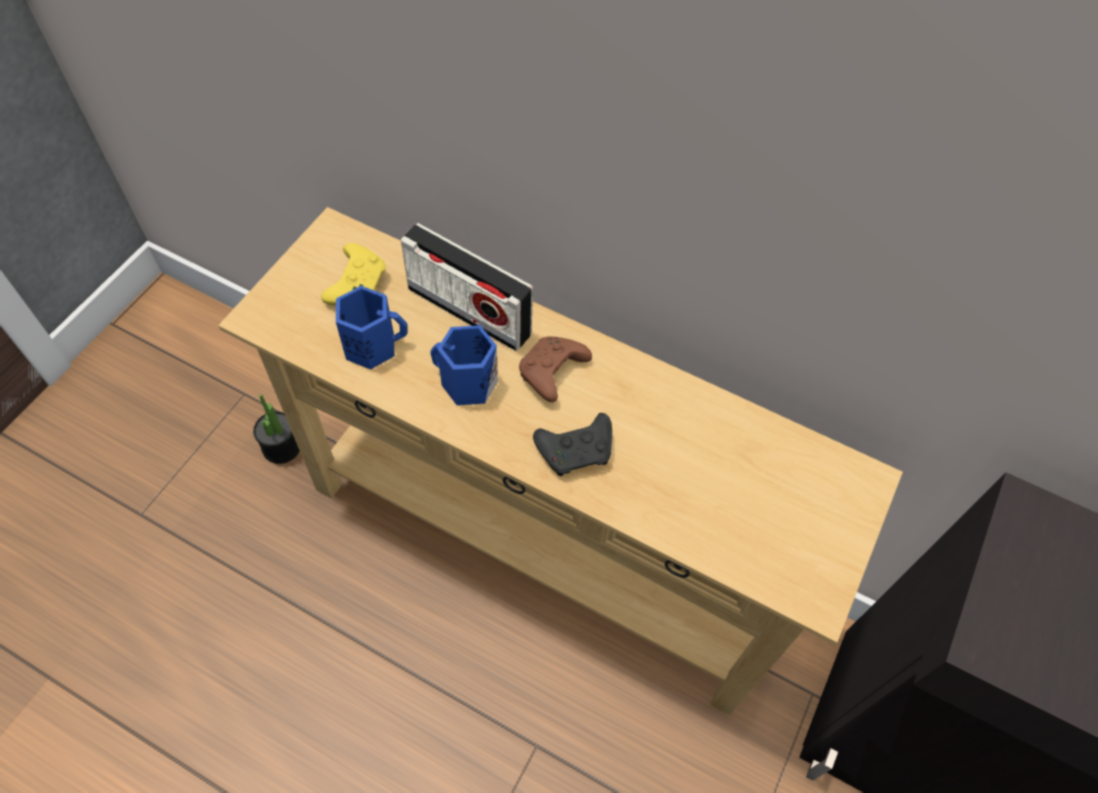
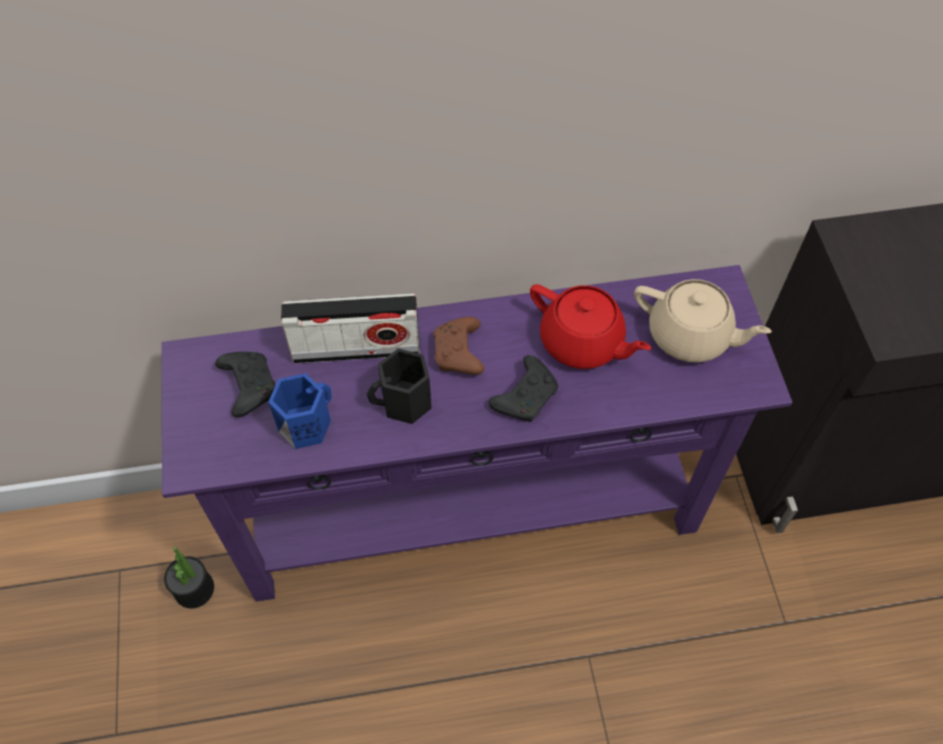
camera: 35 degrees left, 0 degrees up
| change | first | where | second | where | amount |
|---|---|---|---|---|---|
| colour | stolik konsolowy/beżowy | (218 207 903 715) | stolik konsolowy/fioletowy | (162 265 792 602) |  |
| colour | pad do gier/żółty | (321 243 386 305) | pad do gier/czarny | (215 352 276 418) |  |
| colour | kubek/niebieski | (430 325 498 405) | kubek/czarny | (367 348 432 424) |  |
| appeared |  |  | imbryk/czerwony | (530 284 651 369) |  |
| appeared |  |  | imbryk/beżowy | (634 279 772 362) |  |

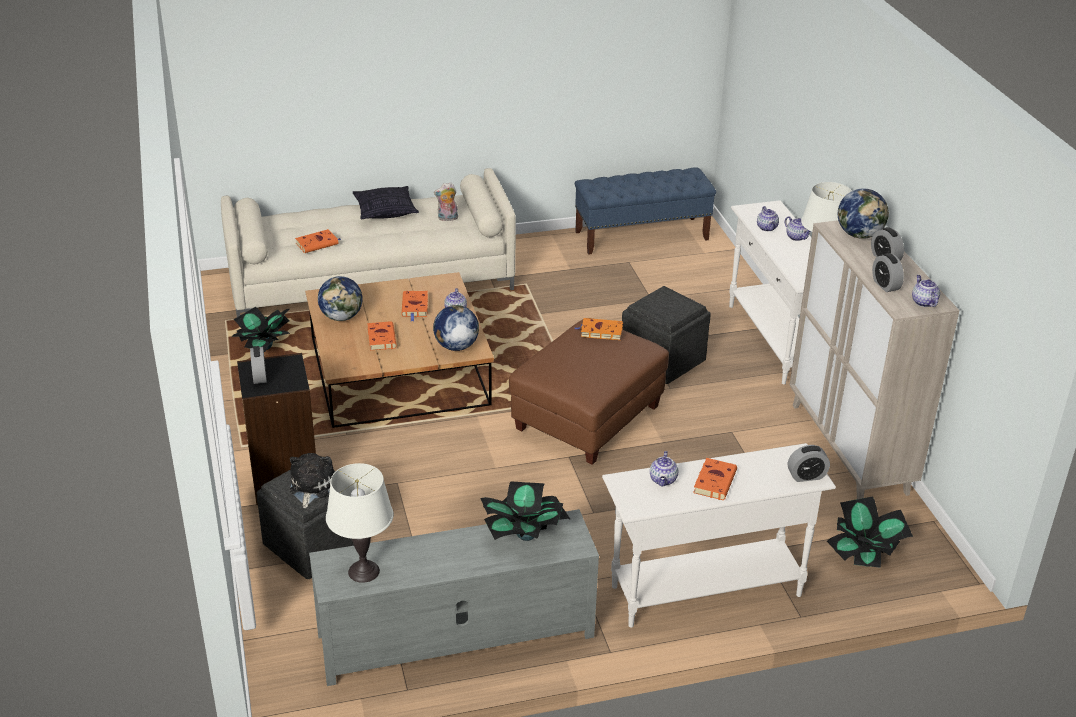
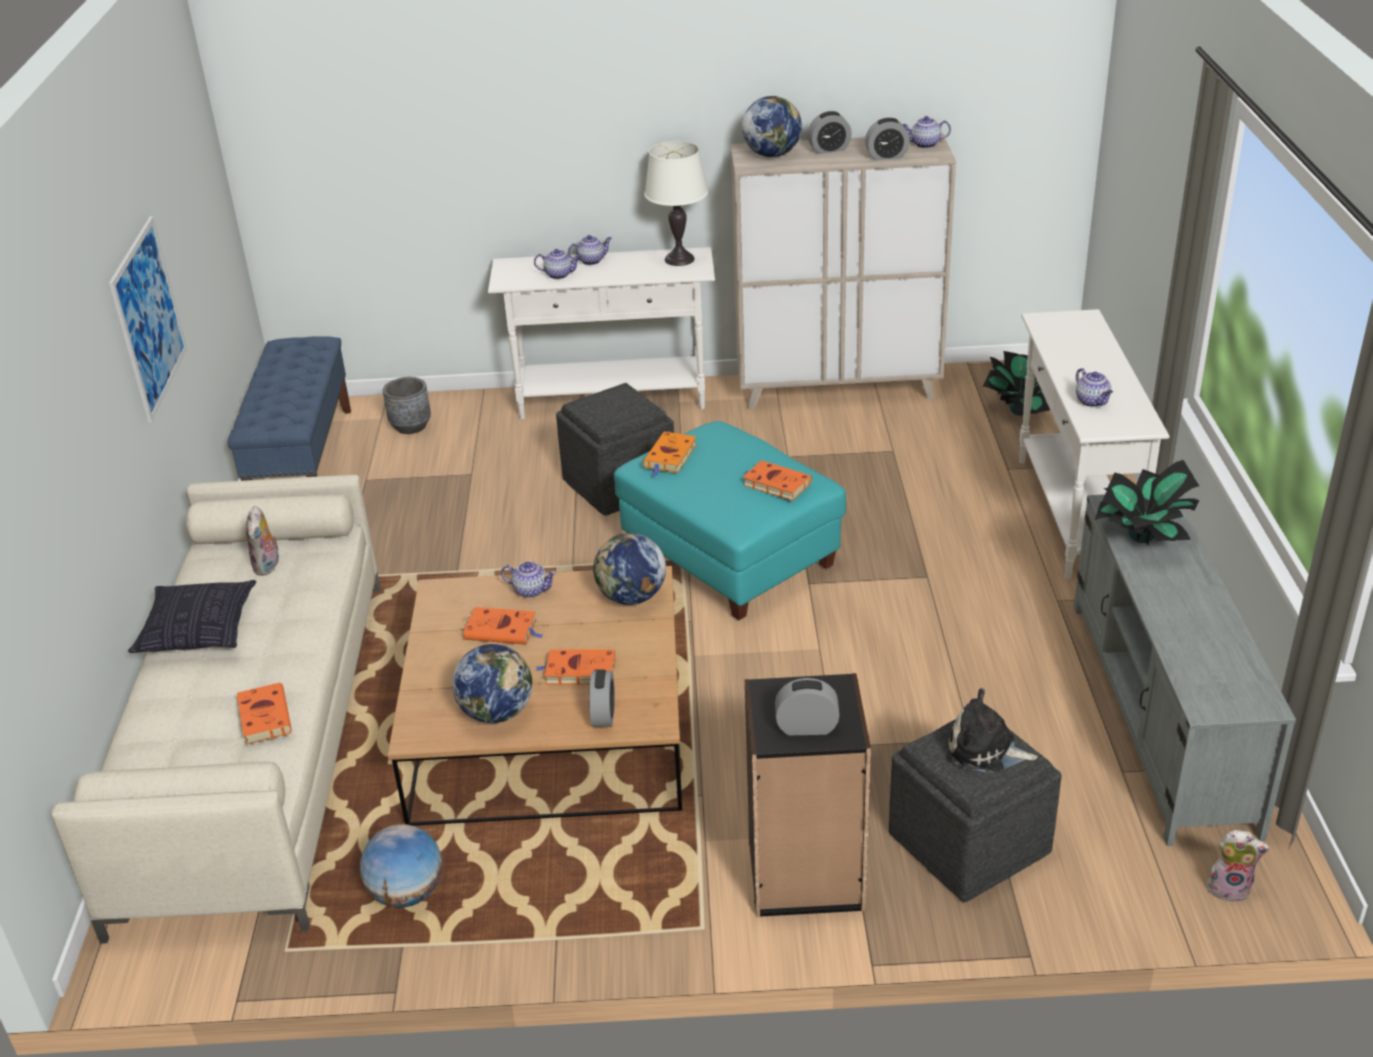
camera: 75 degrees left, 0 degrees up
| change | first | where | second | where | amount |
|---|---|---|---|---|---|
| exchanged | roślina doniczkowa | (232 307 290 352) | globus | (360 824 442 907) |  |
| missing | lampa stołowa/biały | (326 463 394 583) |  |  |  |
| colour | pufa/brązowy | (509 318 669 465) | pufa/turkusowy | (614 421 846 620) |  |
| spun | imbryk | (650 451 678 487) |  | (1076 368 1113 407) | 45 degrees clockwise |
| relocated | książka/pomarańczowy | (693 458 737 500) |  | (743 460 812 501) |  |
| relocated | budzik | (788 445 830 482) |  | (589 669 615 727) |  |
| appeared |  |  | obraz | (109 216 187 423) |  |
| appeared |  |  | donica/szary | (383 377 431 434) |  |
| appeared |  |  | pluszak | (1207 830 1270 902) |  |

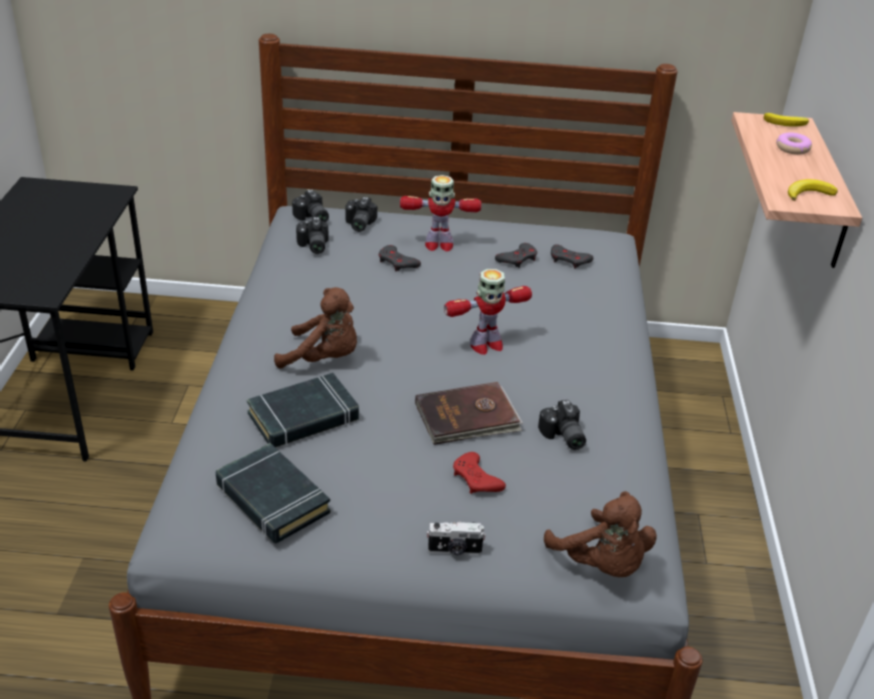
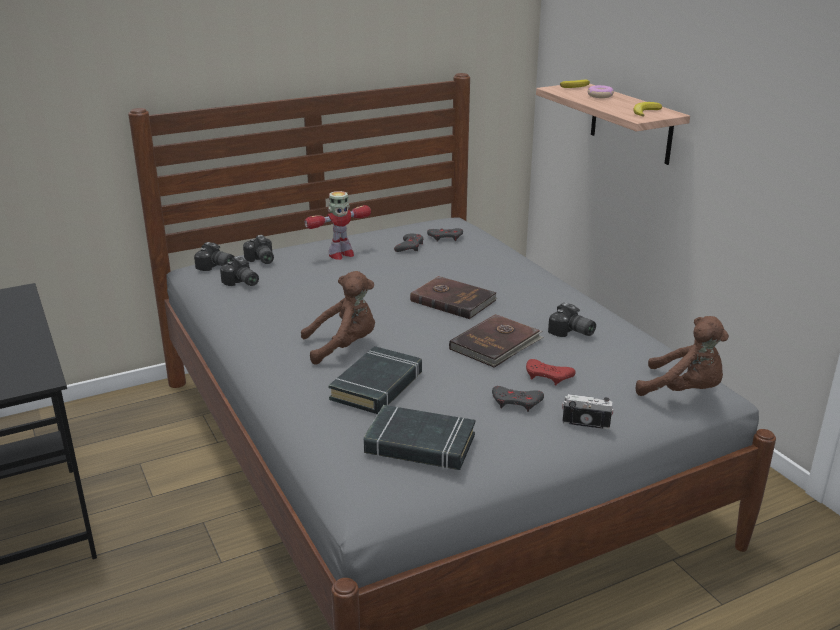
camera: 30 degrees left, 10 degrees down
| change | first | where | second | where | amount |
|---|---|---|---|---|---|
| relocated | pad do gier/szary | (379 245 421 271) |  | (492 386 544 412) |  |
| spun | aparat fotograficzny | (427 522 486 555) |  | (562 394 614 429) | 135 degrees counterclockwise |
| exchanged | robot zabawkowy | (444 269 532 355) | książka/brązowy | (410 276 497 319) |  |

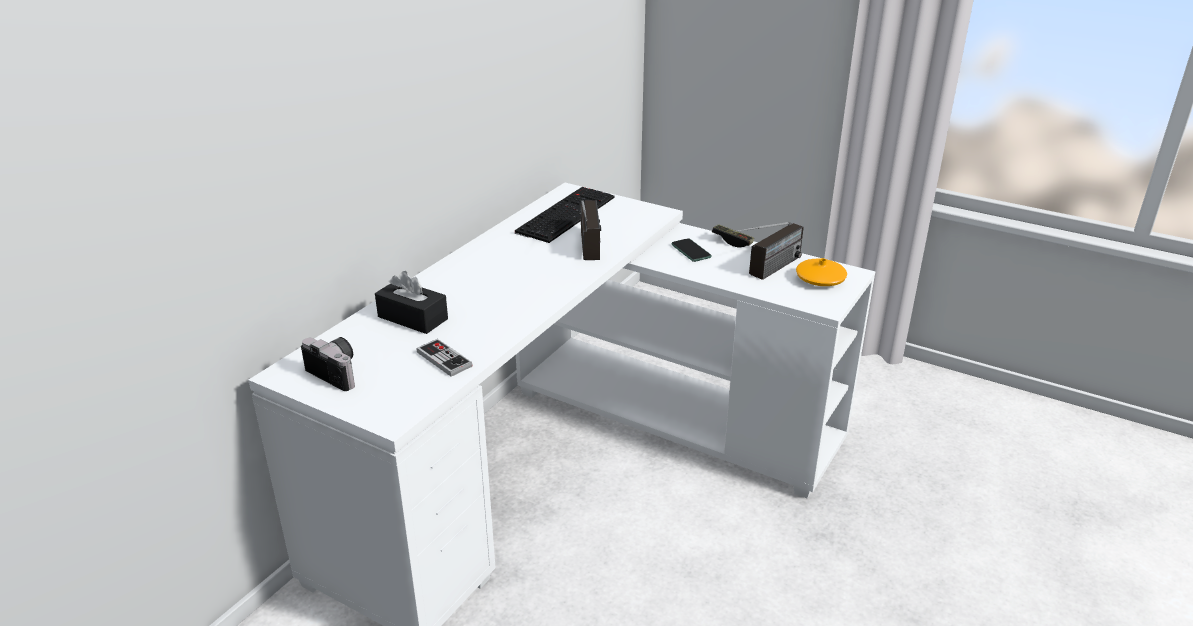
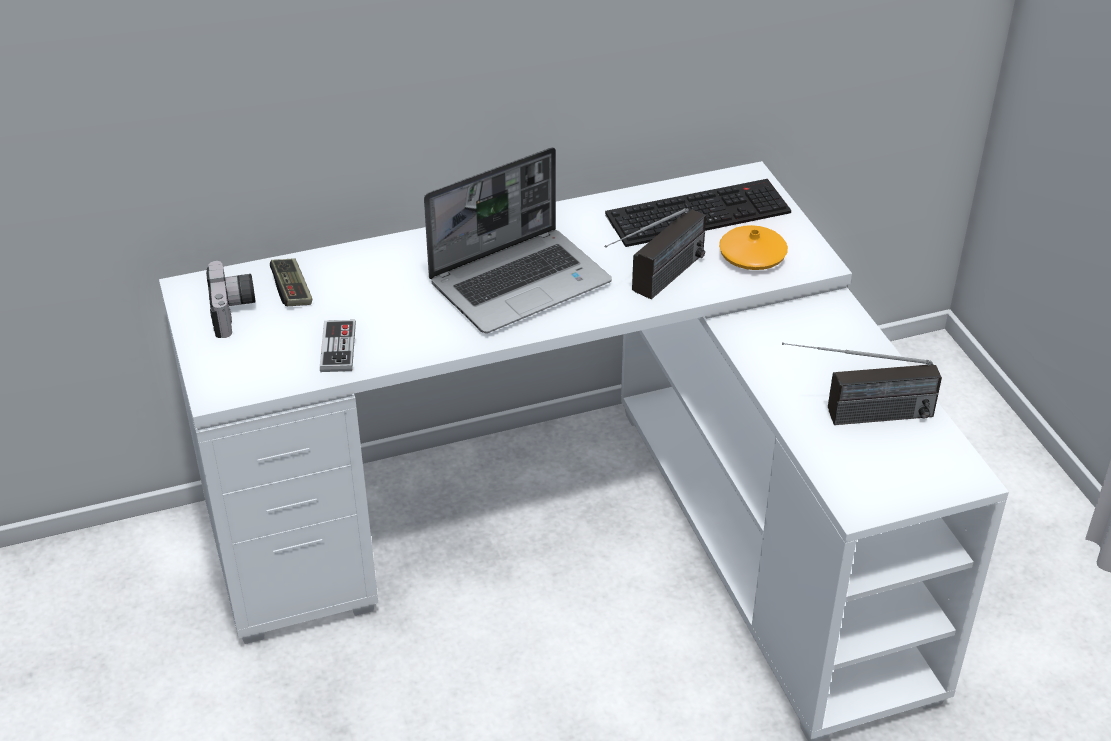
camera: 40 degrees right, 10 degrees up
| change | first | where | second | where | amount |
|---|---|---|---|---|---|
| missing | pudełko chusteczek/czarny | (375 271 448 334) |  |  |  |
| missing | telefon | (671 238 712 262) |  |  |  |
| relocated | pad do gier | (712 224 754 248) |  | (270 258 312 306) |  |
| relocated | wazon/pomarańczowy | (796 258 847 286) |  | (719 225 788 270) |  |
| appeared |  |  | laptop | (424 147 612 333) |  |

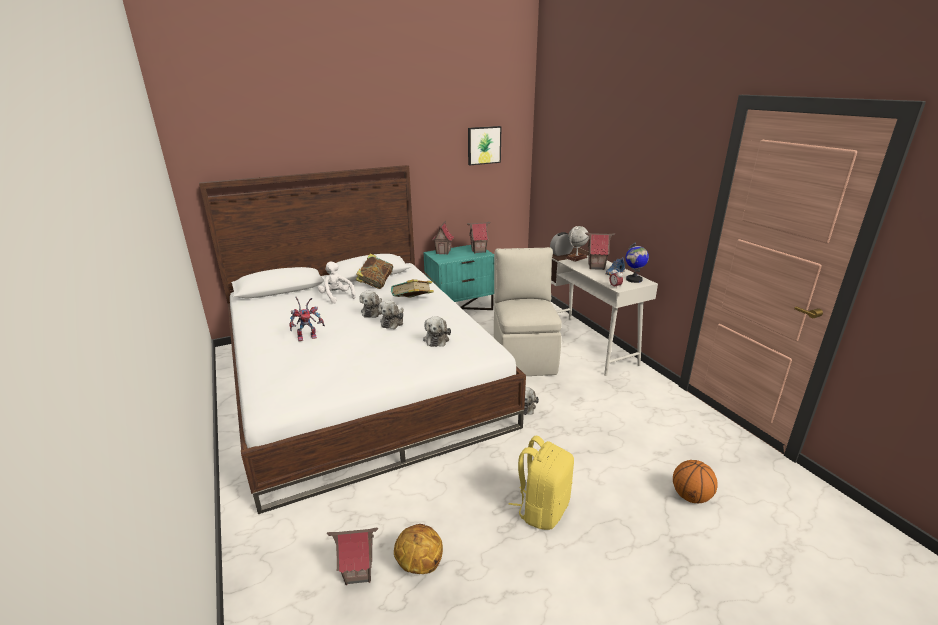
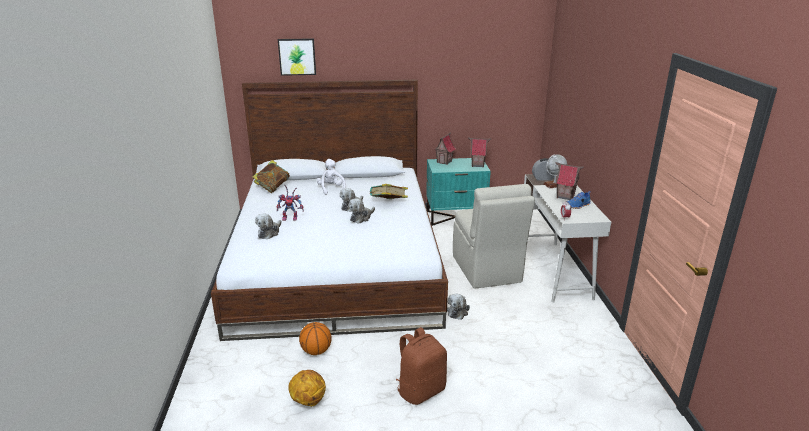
camera: 20 degrees right, 0 degrees up
| change | first | where | second | where | amount |
|---|---|---|---|---|---|
| missing | domek | (327 528 378 585) |  |  |  |
| relocated | książka | (356 253 393 289) |  | (253 160 290 193) |  |
| relocated | pluszak | (423 316 451 347) |  | (255 213 281 239) |  |
| relocated | obraz | (468 126 502 165) |  | (278 38 316 76) |  |
| spun | krzesło/beżowy | (494 247 562 376) |  | (453 184 535 289) | 150 degrees clockwise |
| colour | plecak/żółty | (508 436 574 530) | plecak/brązowy | (396 327 447 405) |  |
| missing | globus | (625 242 649 283) |  |  |  |
| relocated | piłka do koszykówki | (673 460 718 503) |  | (299 322 332 355) |  |

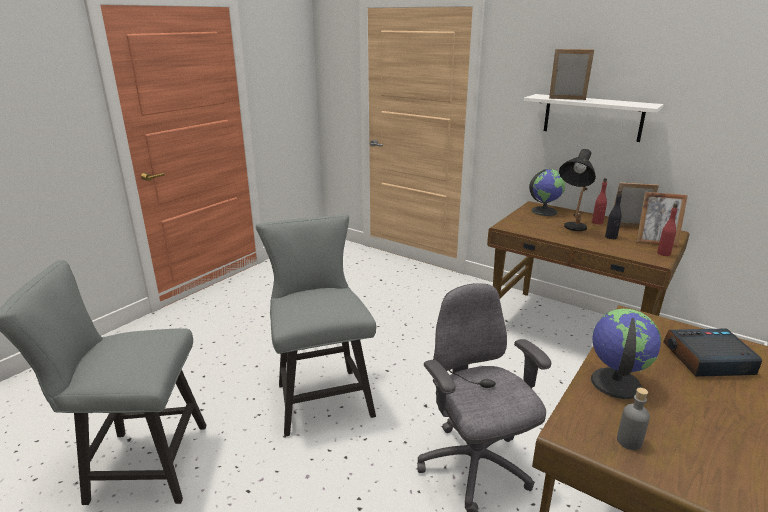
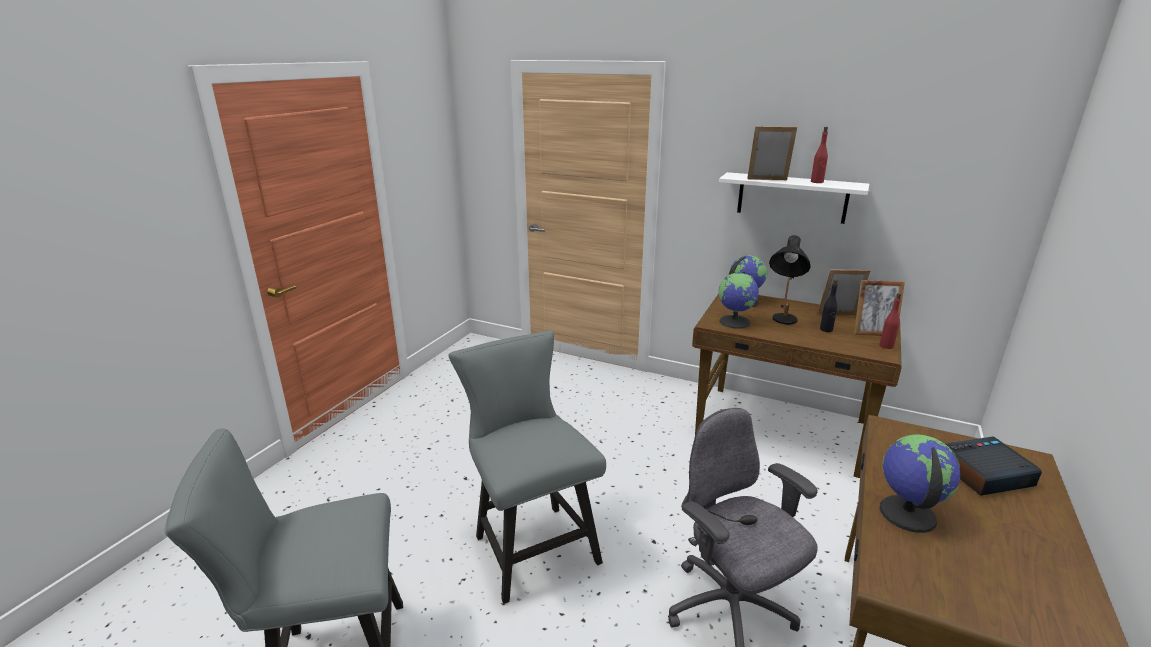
camera: 10 degrees left, 0 degrees up
| change | first | where | second | where | amount |
|---|---|---|---|---|---|
| relocated | butelka/czerwony | (592 178 607 224) |  | (811 127 828 183) |  |
| missing | butelka/szary | (617 388 650 450) |  |  |  |
| appeared |  |  | globus | (719 271 759 329) |  |

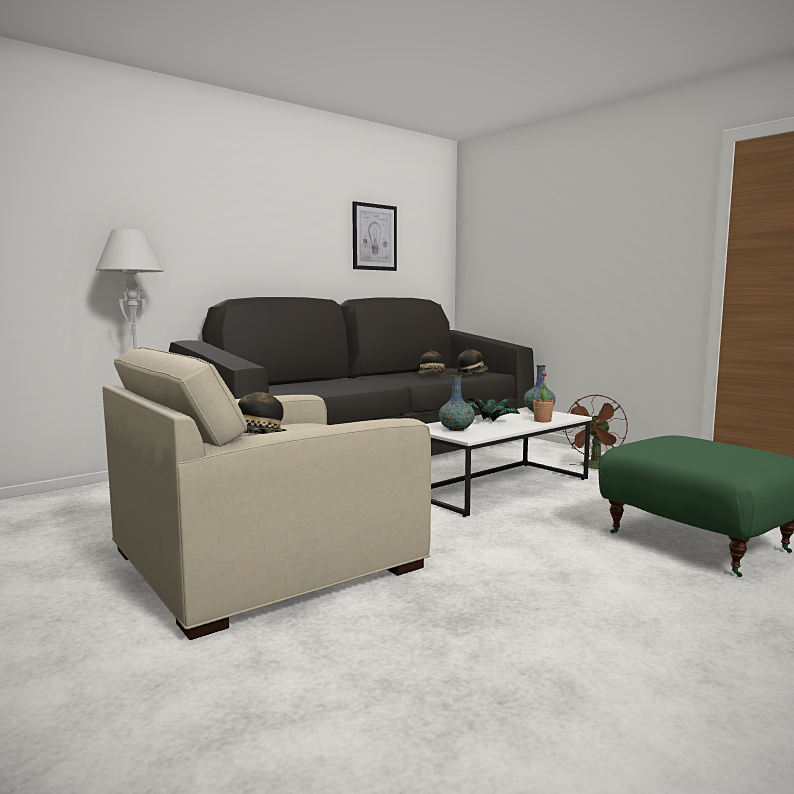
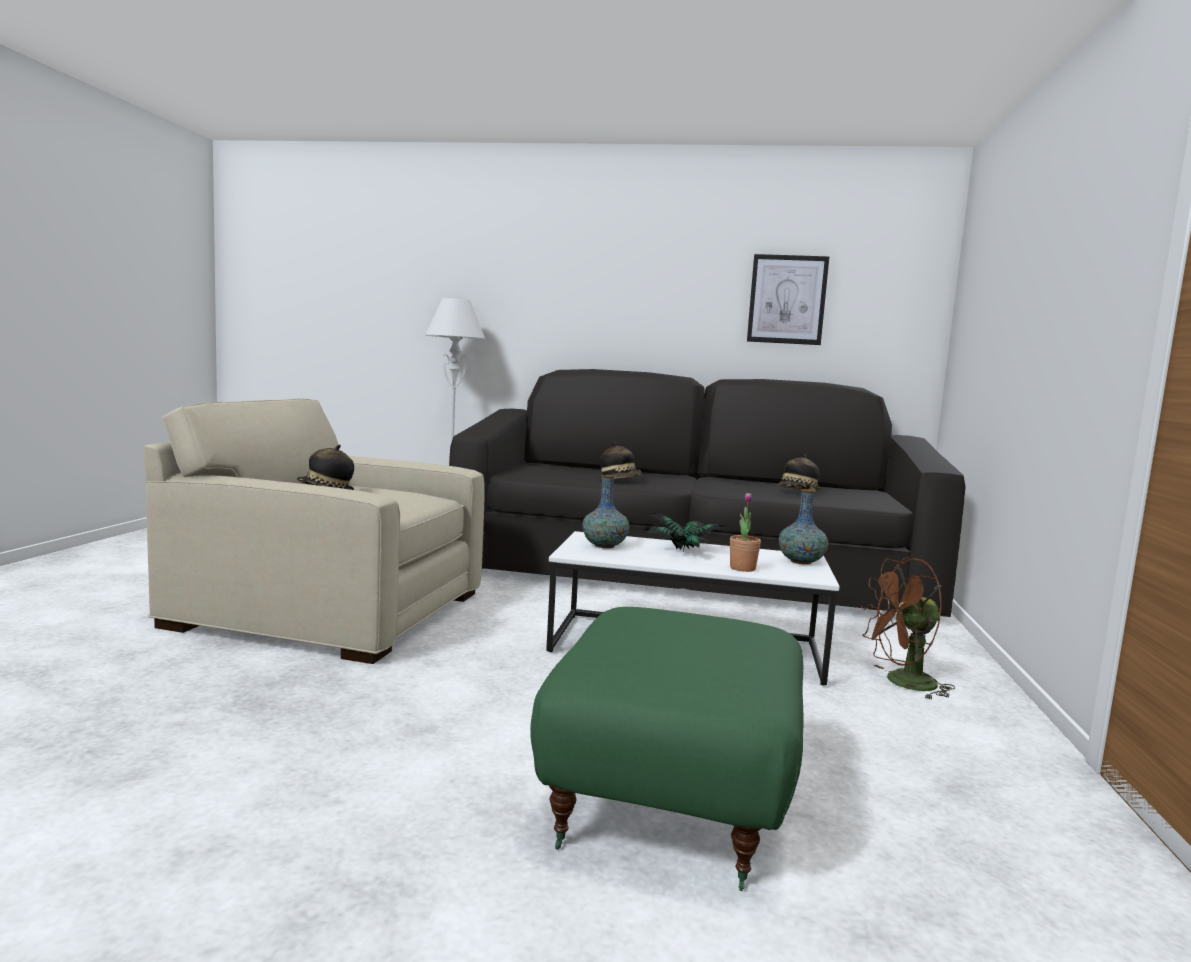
camera: 50 degrees right, 0 degrees up
| change | first | where | second | where | amount |
|---|---|---|---|---|---|
| relocated | kapelusz | (457 347 488 375) |  | (598 442 642 480) |  |

